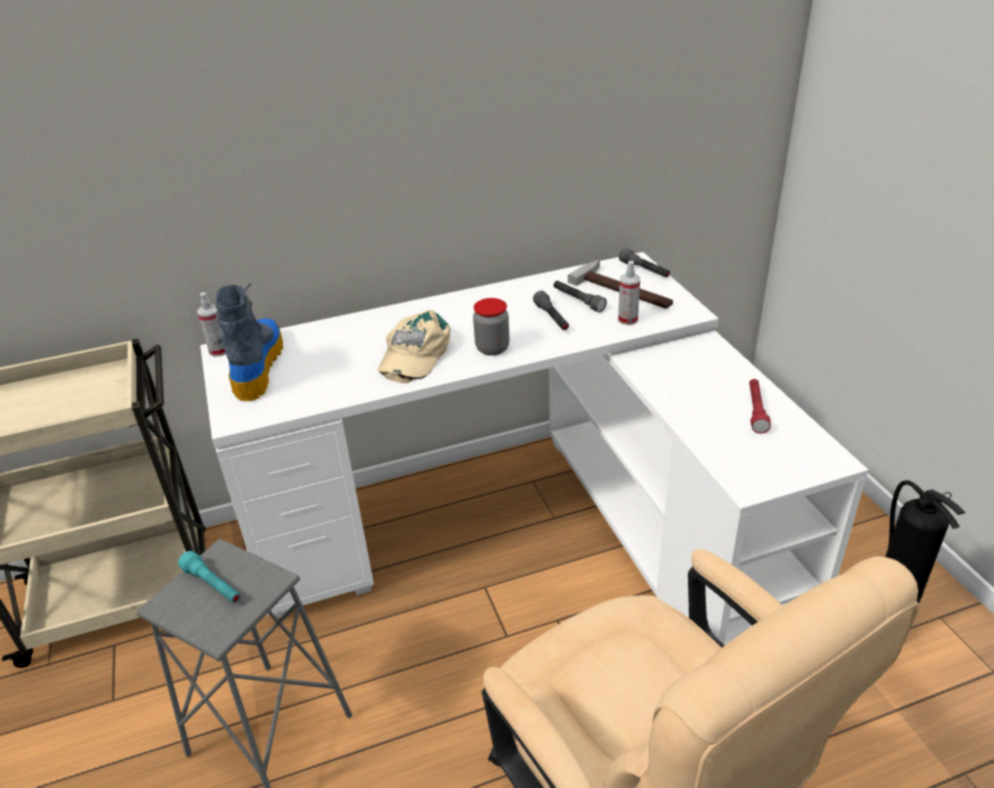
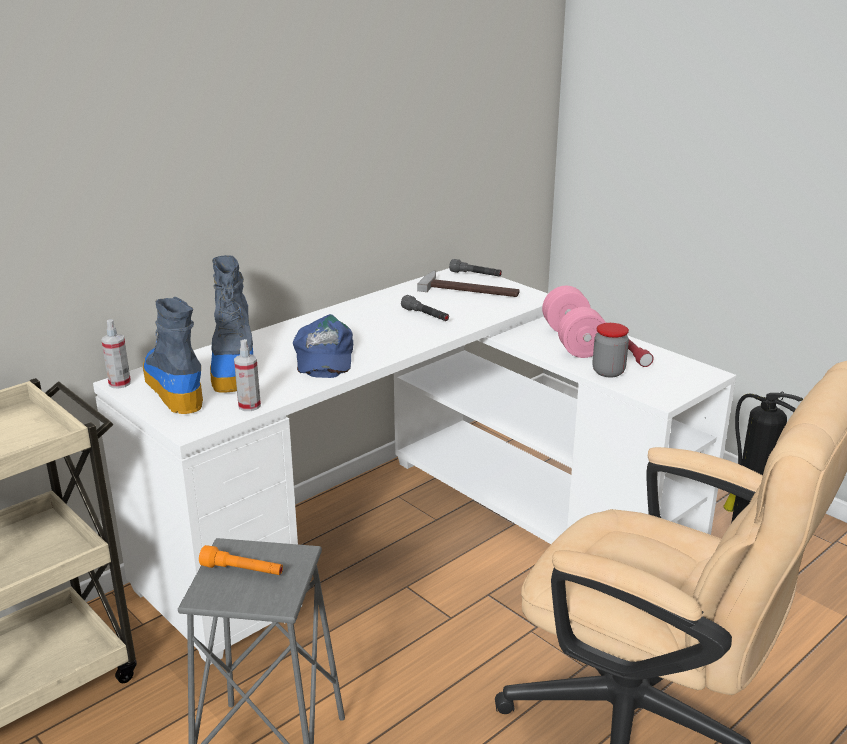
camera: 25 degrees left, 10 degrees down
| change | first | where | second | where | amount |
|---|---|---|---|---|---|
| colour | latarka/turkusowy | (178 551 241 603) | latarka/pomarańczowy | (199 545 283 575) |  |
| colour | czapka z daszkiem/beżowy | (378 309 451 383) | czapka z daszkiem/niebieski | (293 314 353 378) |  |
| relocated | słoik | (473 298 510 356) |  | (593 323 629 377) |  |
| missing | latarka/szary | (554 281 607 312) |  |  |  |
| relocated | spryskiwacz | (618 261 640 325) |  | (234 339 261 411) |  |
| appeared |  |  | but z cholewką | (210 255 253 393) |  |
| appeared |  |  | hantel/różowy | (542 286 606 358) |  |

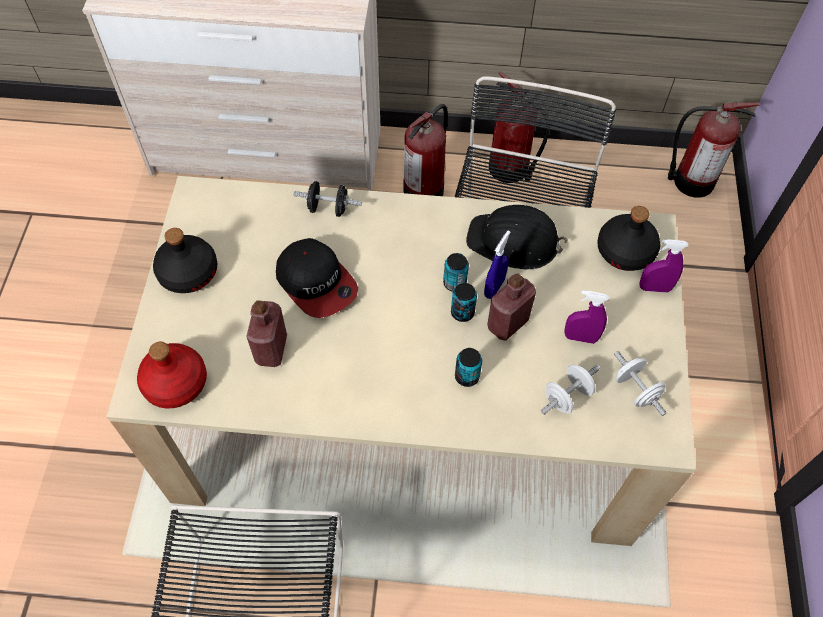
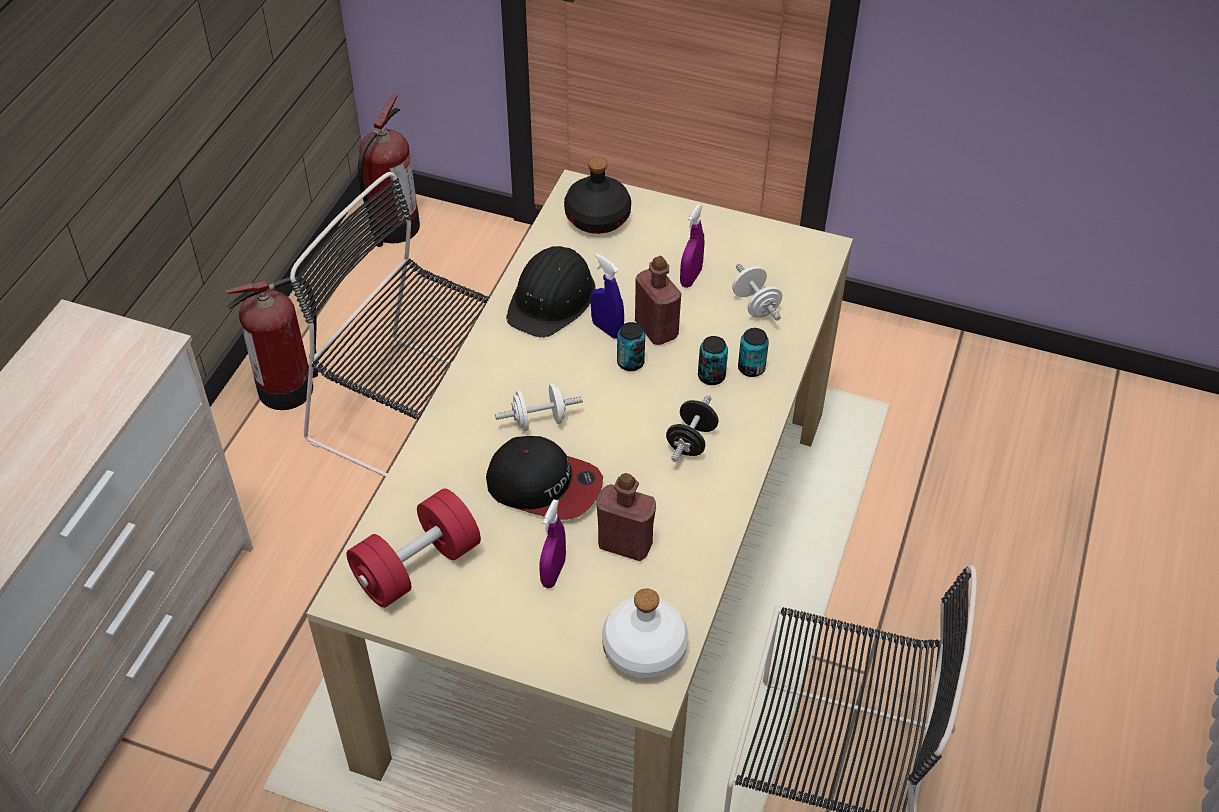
camera: 75 degrees left, 10 degrees down
| change | first | where | second | where | amount |
|---|---|---|---|---|---|
| colour | butelka/czerwony | (137 342 207 408) | butelka/biały | (602 589 688 678) |  |
| missing | butelka/czarny | (153 228 217 293) |  |  |  |
| spun | czapka z daszkiem | (276 238 358 318) |  | (486 436 603 520) | 45 degrees clockwise |
| relocated | hantel/czarny | (293 181 362 217) |  | (666 395 719 462) |  |
| missing | gaśnica | (404 104 448 196) |  |  |  |
| relocated | puszka | (443 253 469 292) |  | (738 328 769 377) |  |
| relocated | hantel/biały | (614 351 666 416) |  | (495 384 583 431) |  |
| relocated | spryskiwacz/fioletowy | (640 239 688 293) |  | (540 499 566 588) |  |
| appeared |  |  | hantel/czerwony | (346 488 481 608) |  |

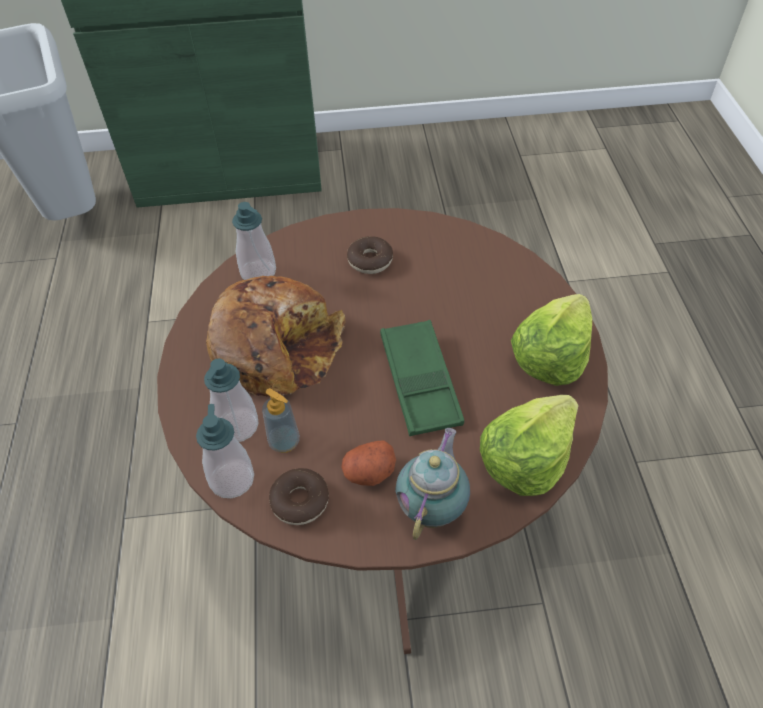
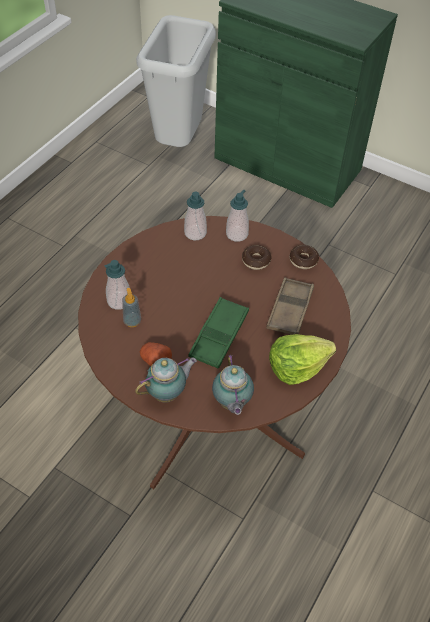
camera: 35 degrees right, 0 degrees up
| change | first | where | second | where | amount |
|---|---|---|---|---|---|
| relocated | dozownik mydła | (196 404 254 498) |  | (226 189 249 242) |  |
| missing | chleb | (206 276 346 396) |  |  |  |
| relocated | donut | (269 468 329 525) |  | (290 245 319 269) |  |
| exchanged | sałata | (480 395 579 496) | imbryk | (212 355 254 415) |  |
| appeared |  |  | taca/brązowy | (266 277 314 335) |  |

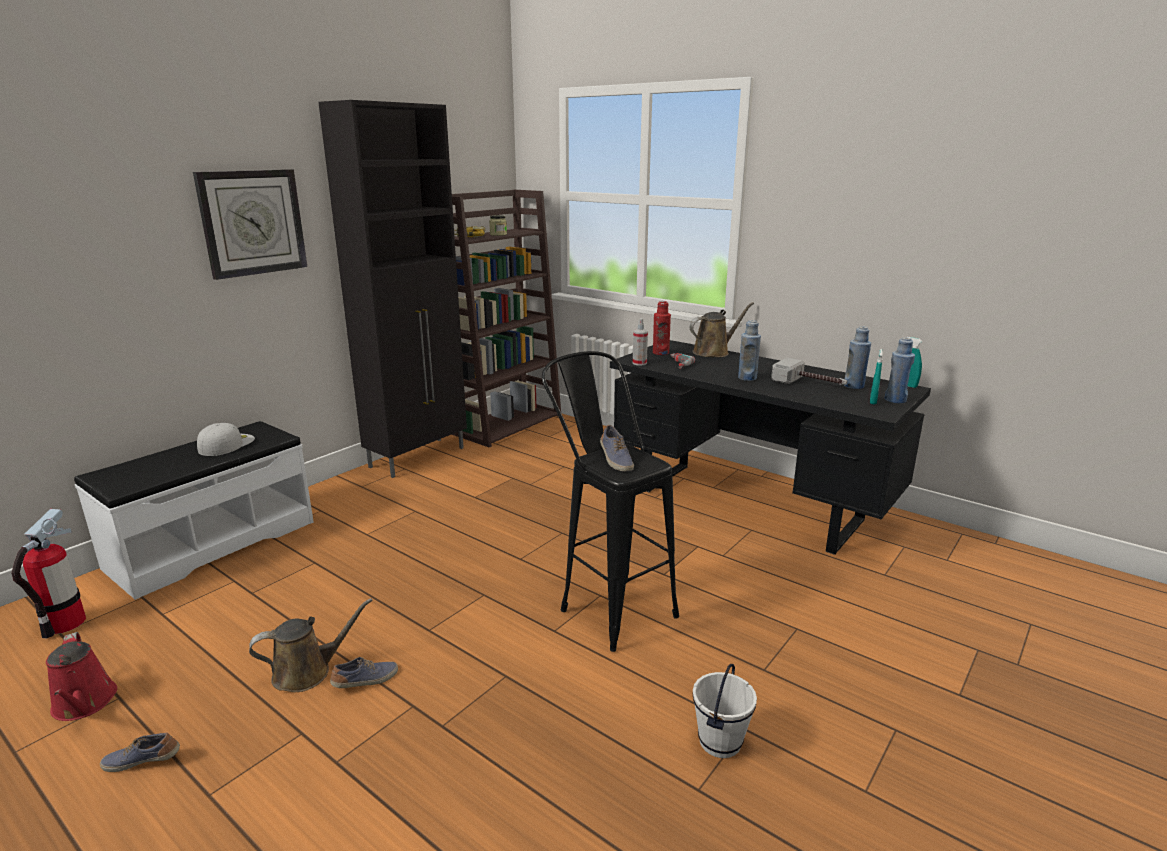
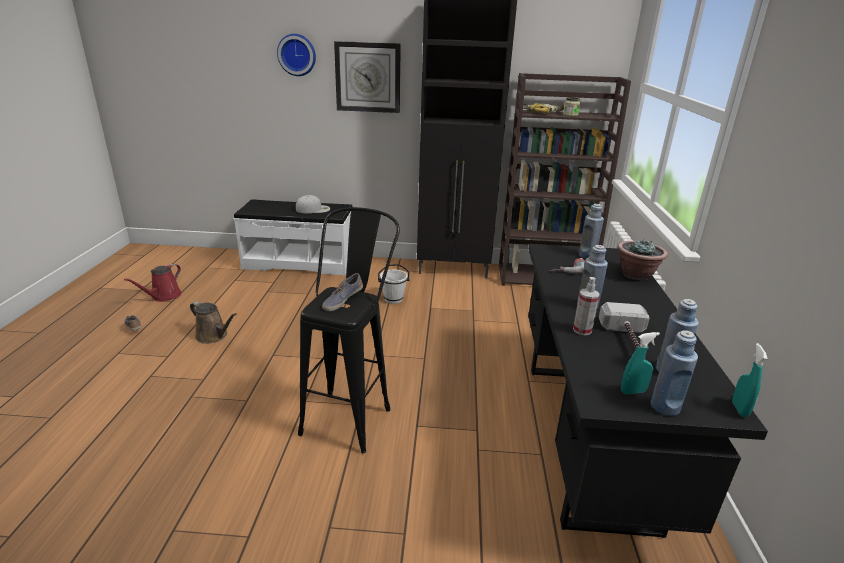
camera: 55 degrees right, 5 degrees up
| change | first | where | second | where | amount |
|---|---|---|---|---|---|
| missing | gaśnica | (11 509 86 638) |  |  |  |
| missing | but | (330 657 398 688) |  |  |  |
| relocated | spryskiwacz | (633 318 648 365) |  | (573 277 600 335) |  |
| colour | butelka/czerwony | (653 301 671 355) | butelka/niebieski | (579 204 604 258) |  |
| exchanged | konewka/brązowy | (689 302 754 357) | roślina doniczkowa | (618 239 668 281) |  |
| relocated | wiadro/biały | (693 664 757 758) |  | (378 264 409 304) |  |
| appeared |  |  | zegar ścienny | (277 34 316 76) |  |

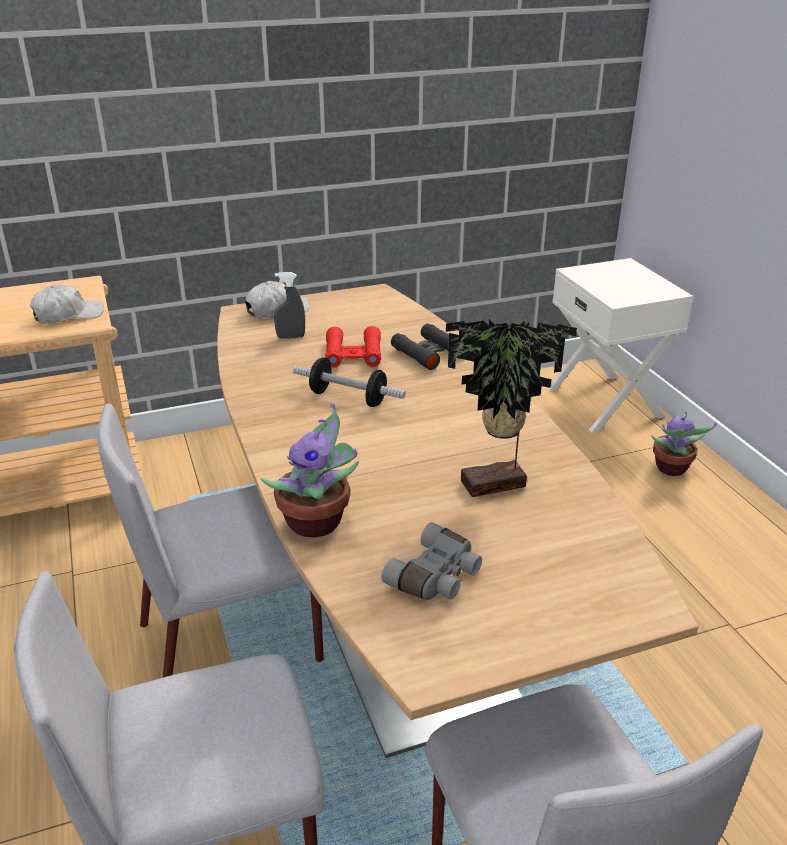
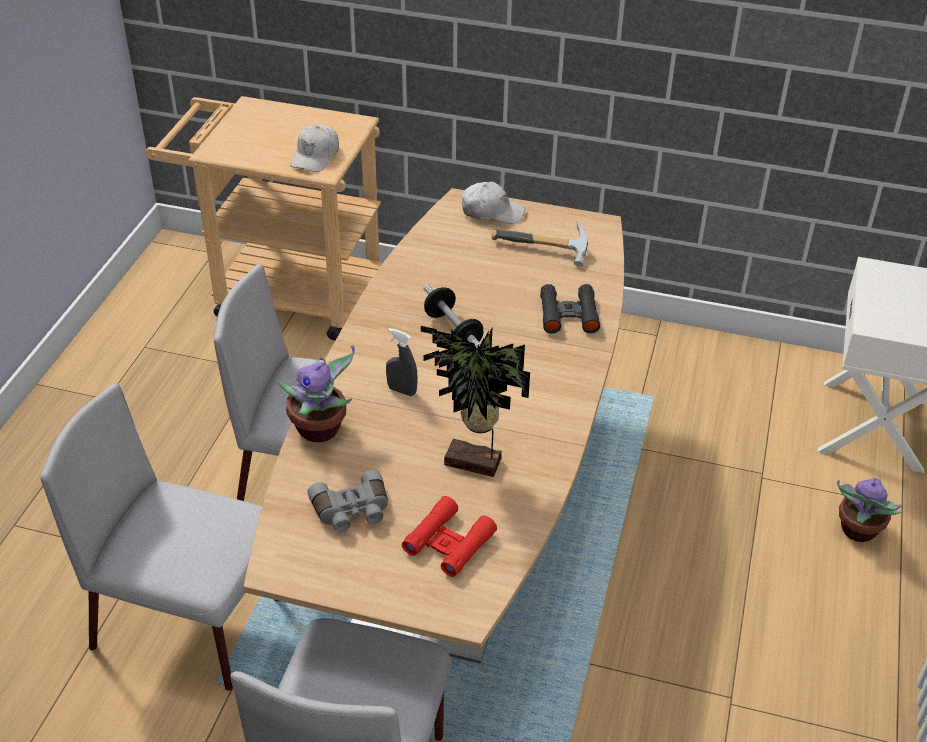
camera: 35 degrees right, 10 degrees up
| change | first | where | second | where | amount |
|---|---|---|---|---|---|
| spun | czapka z daszkiem/biały | (30 284 104 324) |  | (290 125 339 172) | 105 degrees clockwise |
| relocated | spryskiwacz/szary | (274 272 305 339) |  | (386 328 418 396) |  |
| relocated | lornetka/czerwony | (325 326 381 368) |  | (402 496 497 577) |  |
| appeared |  |  | młotek | (491 221 588 266) |  |

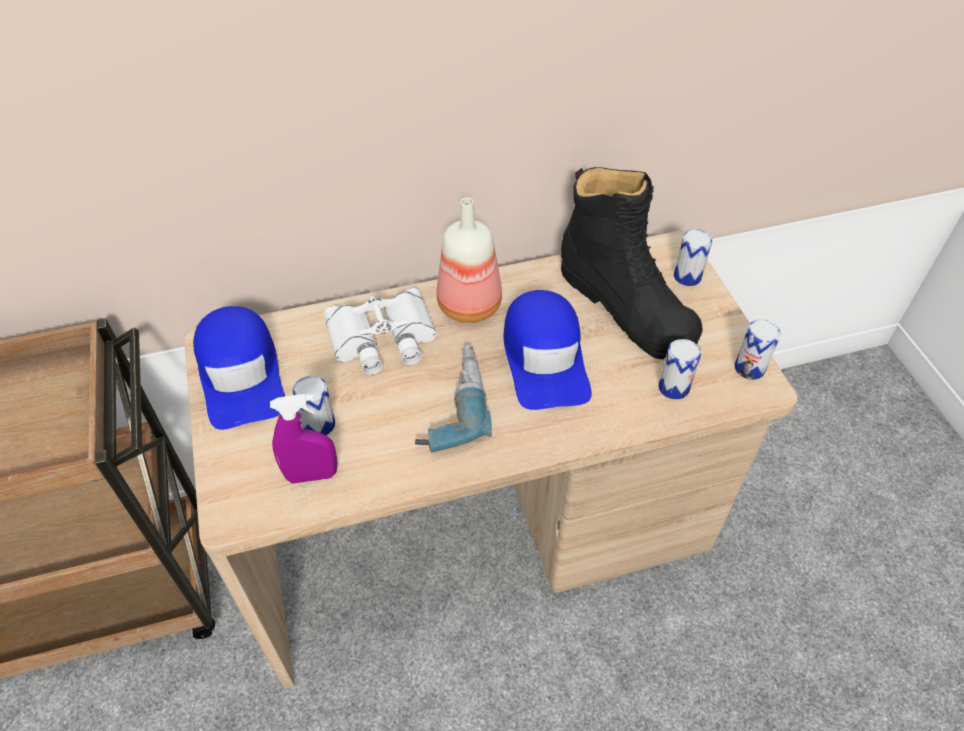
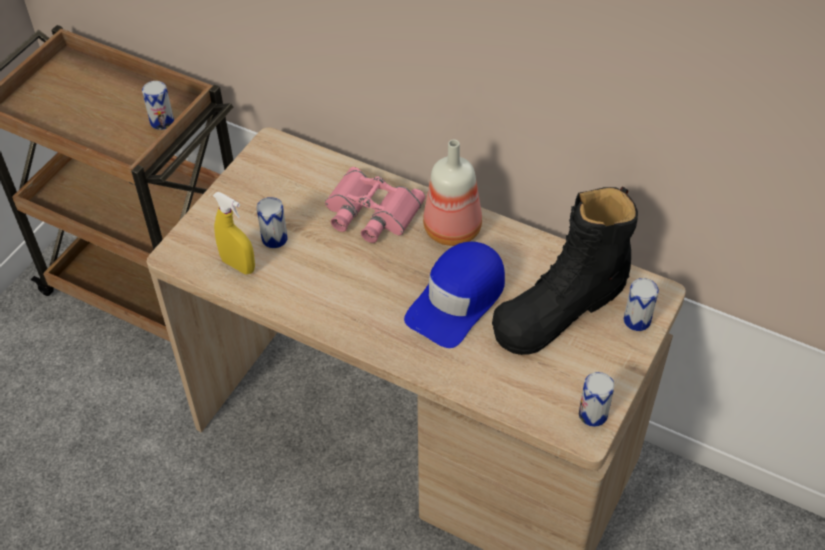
camera: 45 degrees right, 0 degrees up
| change | first | where | second | where | amount |
|---|---|---|---|---|---|
| missing | czapka z daszkiem/niebieski | (193 306 285 430) |  |  |  |
| colour | spryskiwacz/fioletowy | (270 394 338 483) | spryskiwacz/żółty | (213 192 255 274) |  |
| colour | lornetka/biały | (324 288 436 375) | lornetka/różowy | (325 167 425 243) |  |
| missing | wiertarka | (415 344 492 453) |  |  |  |
| spun | but z cholewką/czarny | (561 167 703 359) |  | (492 186 638 355) | 45 degrees clockwise |
| relocated | puszka | (658 339 701 400) |  | (142 81 174 130) |  |

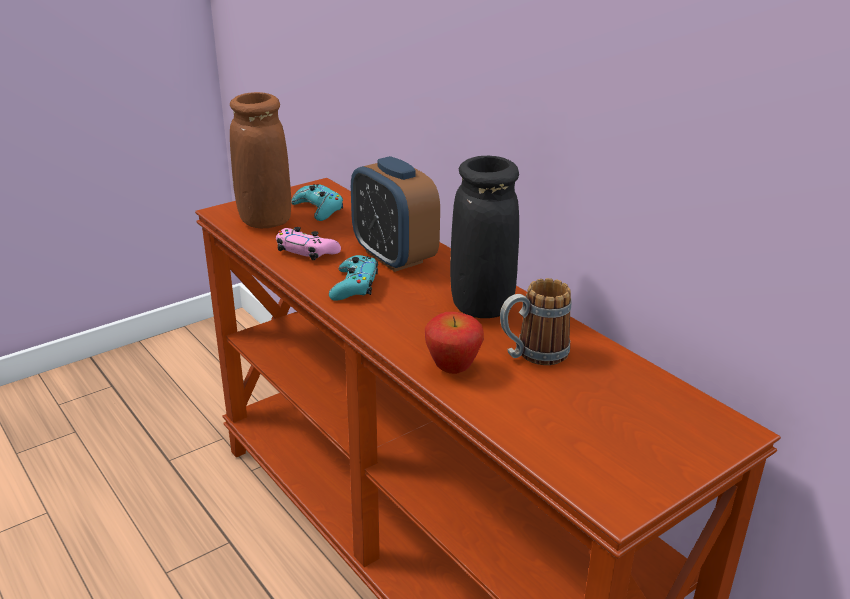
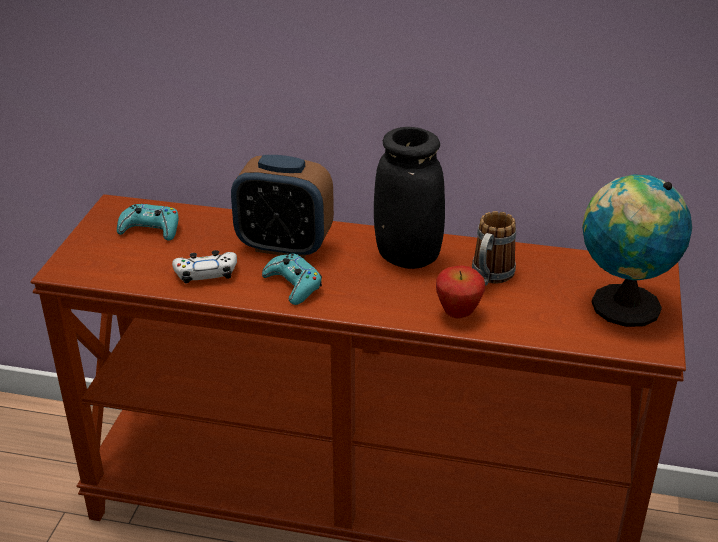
camera: 40 degrees left, 5 degrees up
| change | first | where | second | where | amount |
|---|---|---|---|---|---|
| missing | wazon/brązowy | (230 92 291 228) |  |  |  |
| colour | pad do gier/różowy | (276 227 341 260) | pad do gier/biały | (172 250 237 284) |  |
| appeared |  |  | globus | (582 174 692 327) |  |

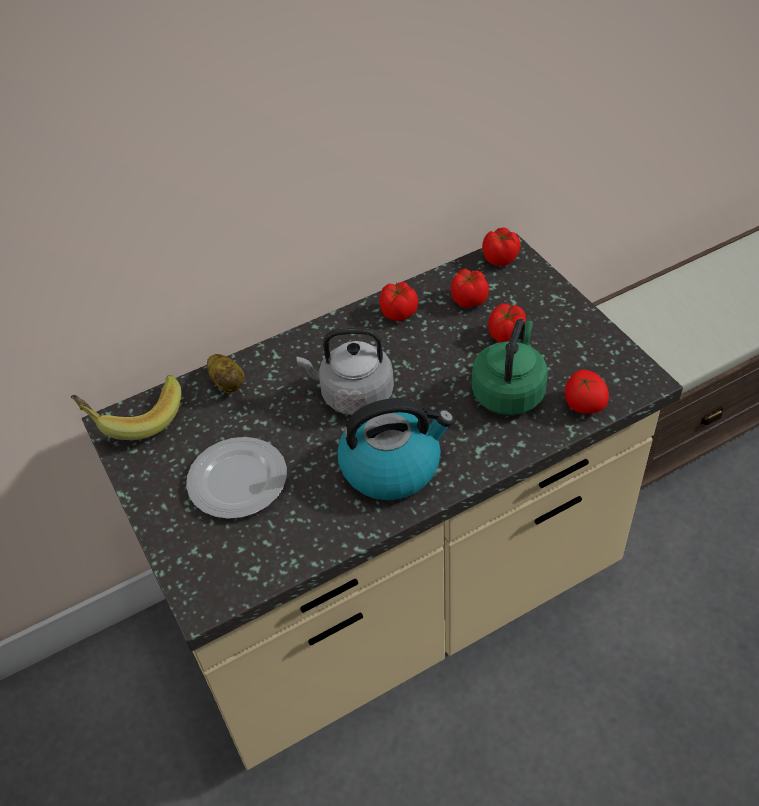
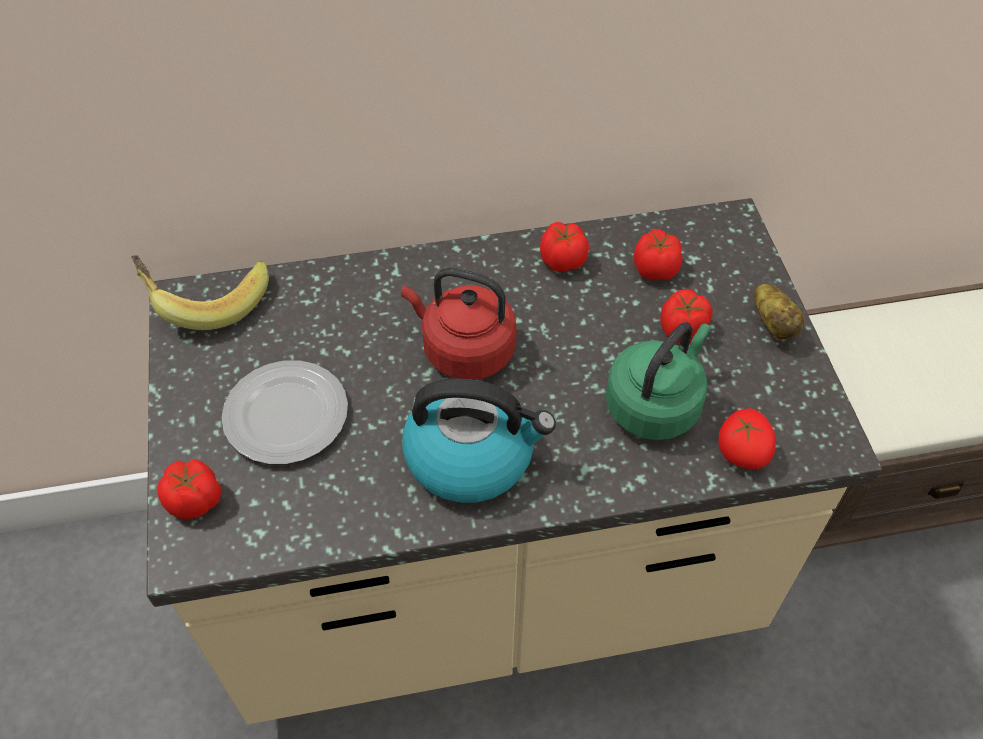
camera: 15 degrees right, 5 degrees up
| change | first | where | second | where | amount |
|---|---|---|---|---|---|
| relocated | ziemniak | (207 354 245 394) |  | (754 284 804 341) |  |
| colour | czajnik/szary | (296 327 394 415) | czajnik/czerwony | (401 268 517 380) |  |
| relocated | pomidor | (482 227 521 266) |  | (158 459 222 519) |  |

